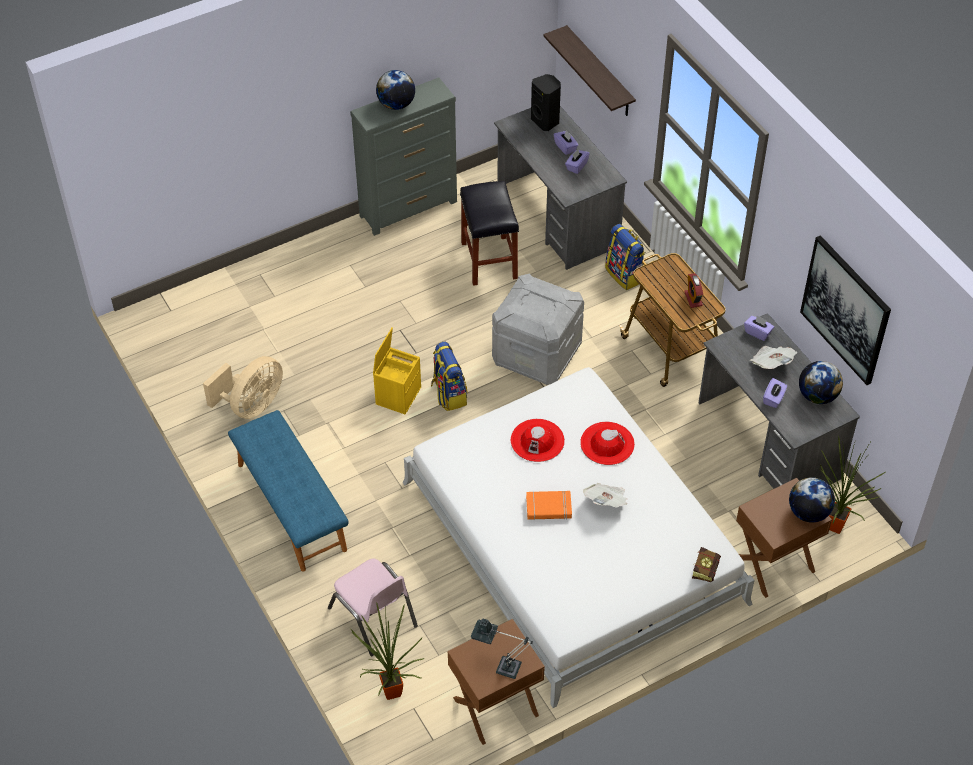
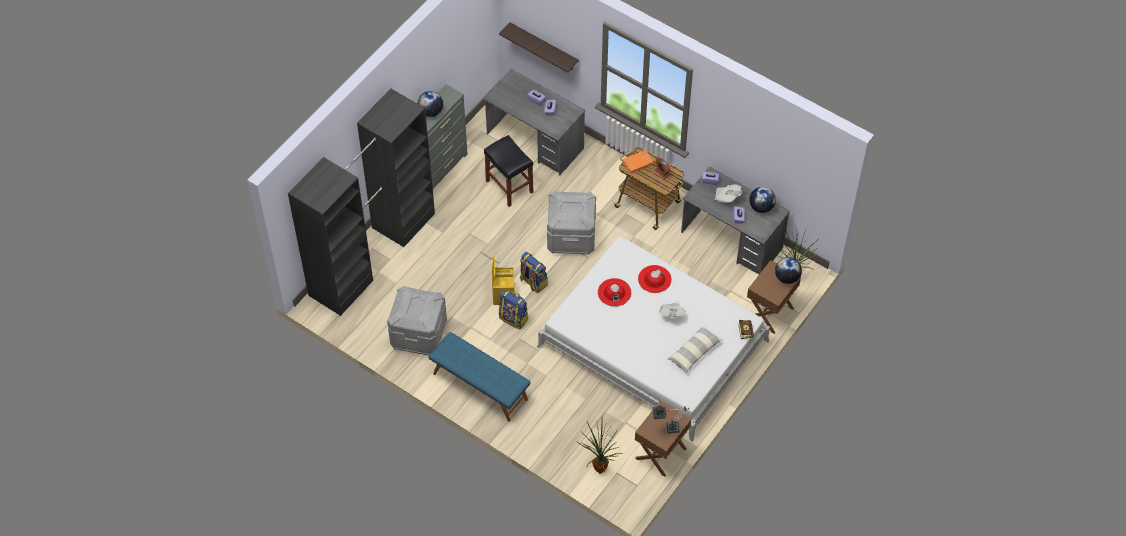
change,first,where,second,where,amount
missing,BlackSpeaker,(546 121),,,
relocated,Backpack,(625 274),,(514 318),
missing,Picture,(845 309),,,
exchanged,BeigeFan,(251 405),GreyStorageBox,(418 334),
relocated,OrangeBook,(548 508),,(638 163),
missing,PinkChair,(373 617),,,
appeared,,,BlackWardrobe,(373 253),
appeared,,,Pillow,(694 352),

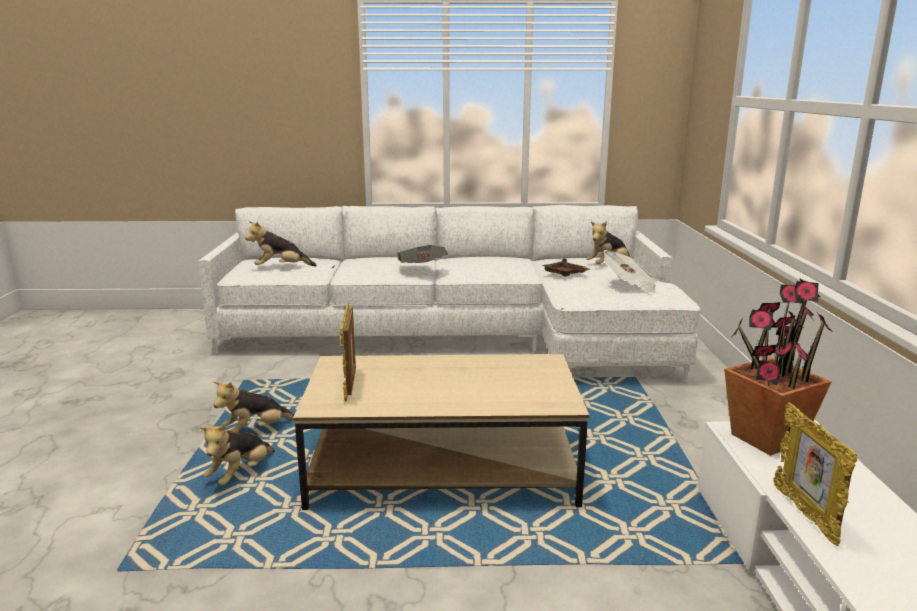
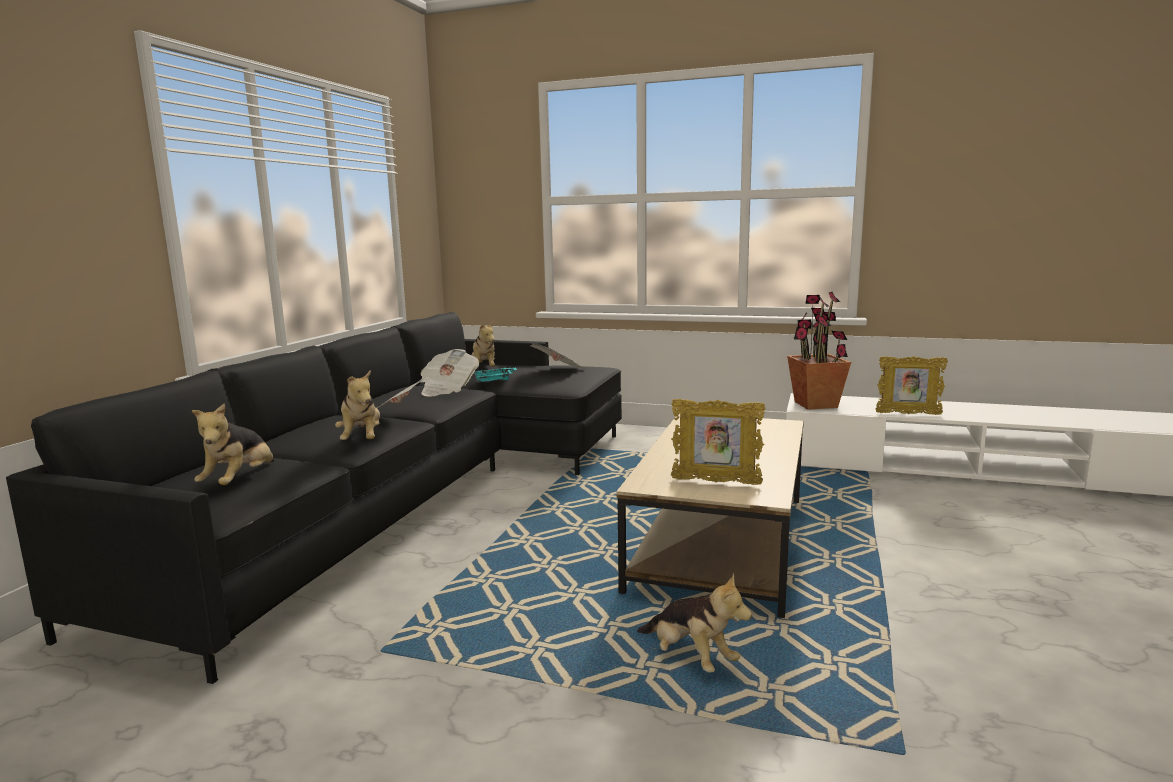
change,first,where,second,where,amount
colour,WhiteSofa,(461 337),BlackSofa,(413 495),
colour,BrownTray,(565 274),TurquoiseTray,(495 380),
relocated,PlushToy,(256 431),,(362 440),
appeared,,,Newspaper,(447 389),

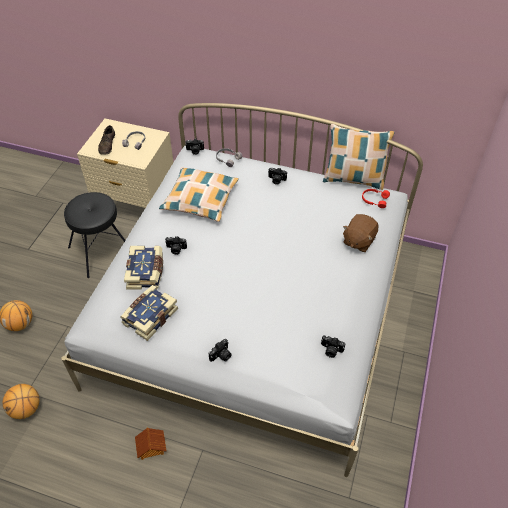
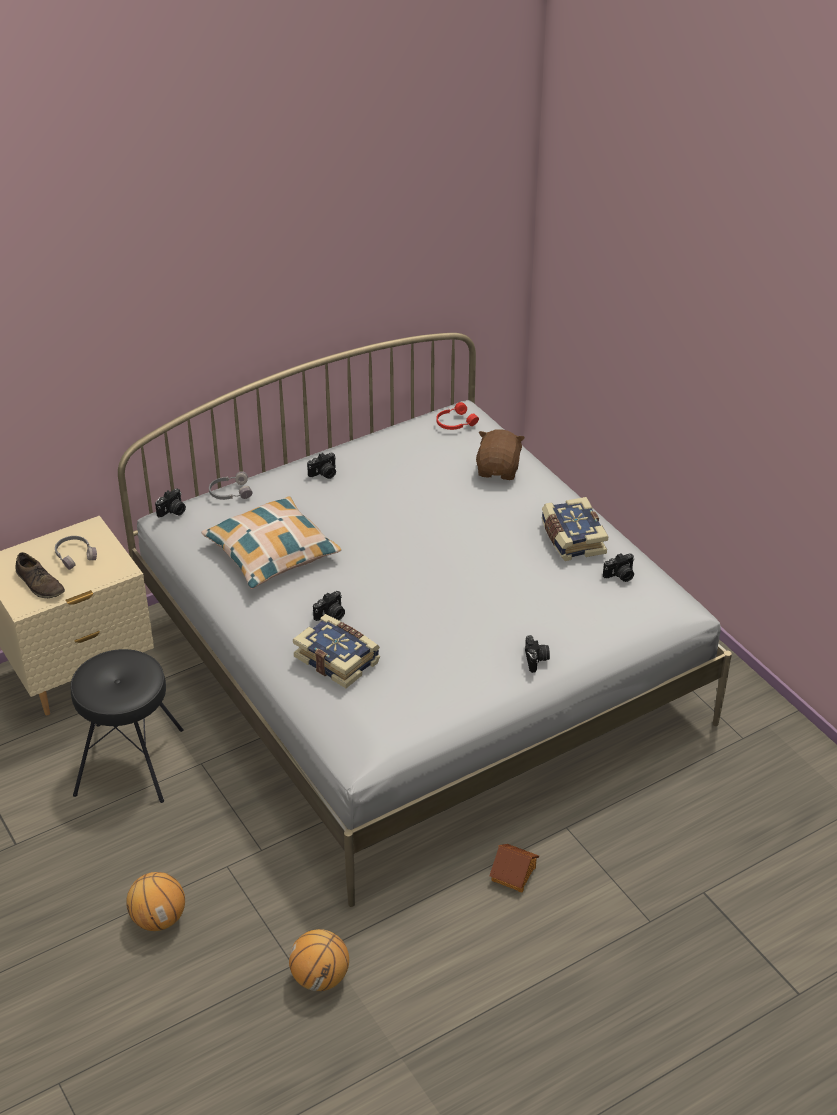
change,first,where,second,where,amount
missing,Pillow,(353 179),,,
spun,BrownPlushToy,(358 240),,(498 470),150 degrees counterclockwise
relocated,Book,(149 316),,(571 539),

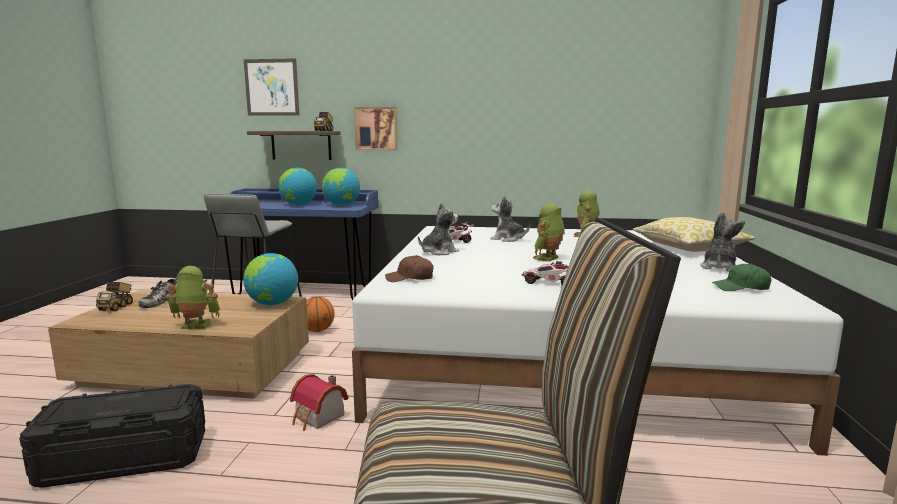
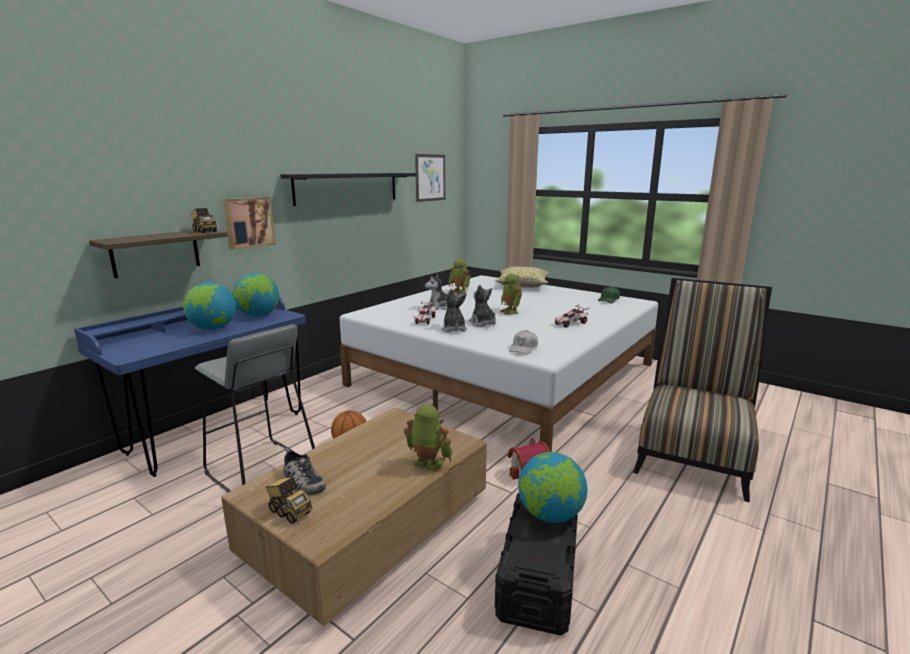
change,first,where,second,where,amount
relocated,Picture,(272 87),,(430 177),
relocated,PlushToy,(718 268),,(482 323),
relocated,Globe,(272 304),,(550 515),
colour,BrownCap,(410 278),WhiteCap,(523 348),
spun,ToyRobot,(195 326),,(427 465),90 degrees clockwise
appeared,,,BlackShelf,(348 187),

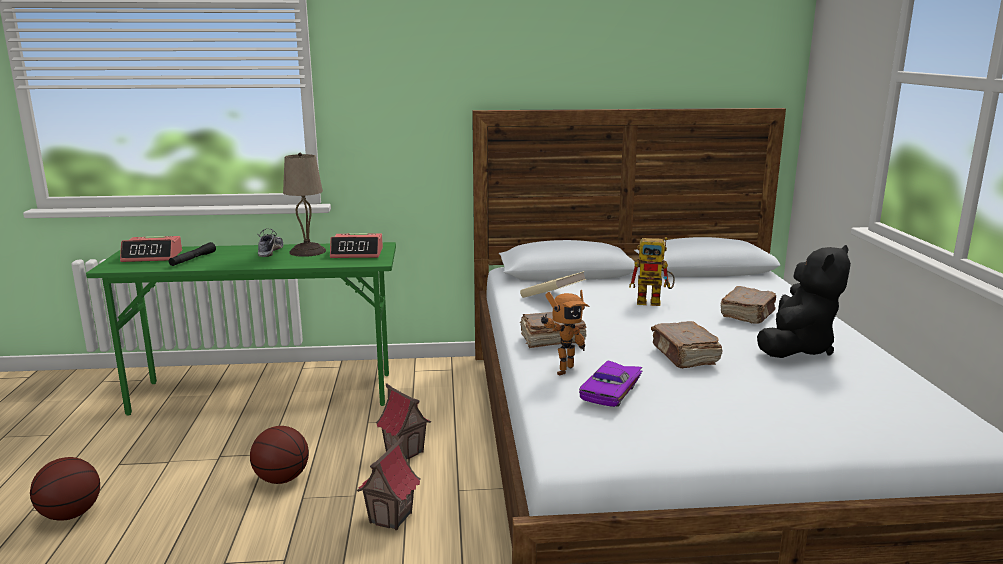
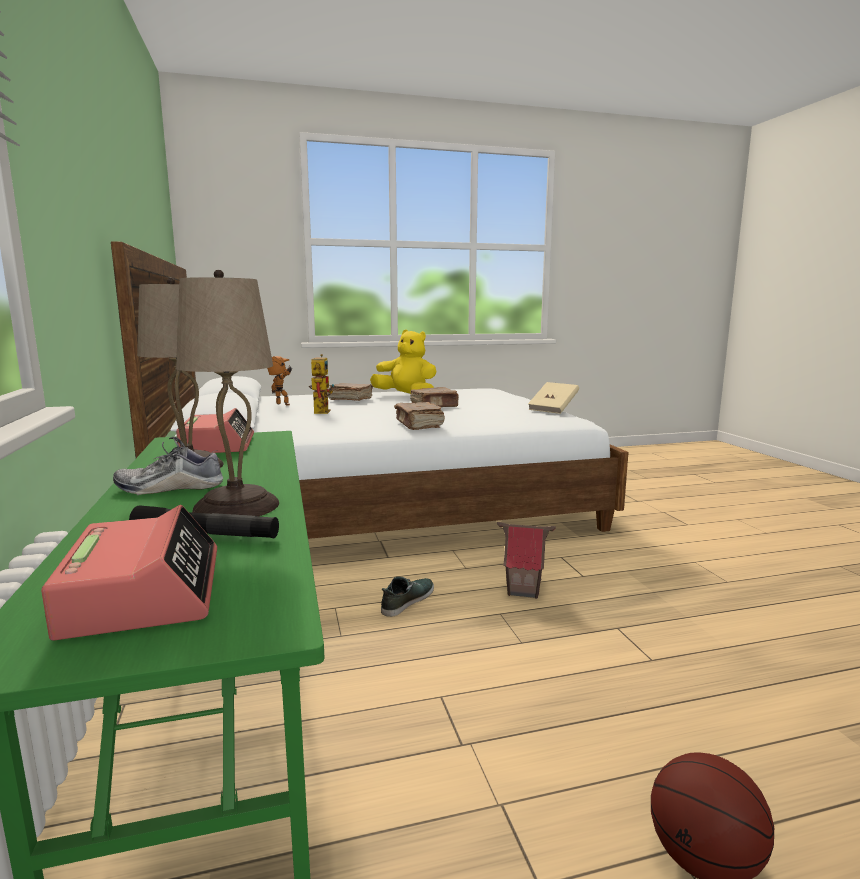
change,first,where,second,where,amount
colour,BlackPlushToy,(796 348),YellowPlushToy,(406 396),
relocated,BeigeBook,(552 298),,(553 409),
relocated,ToyRobot,(562 369),,(281 405),
missing,PurpleToyCar,(613 391),,,
exchanged,ToyHouse,(405 451),Shoe,(407 600),
missing,Basketball,(282 479),,,
appeared,,,BeigeTableLamp,(235 506),

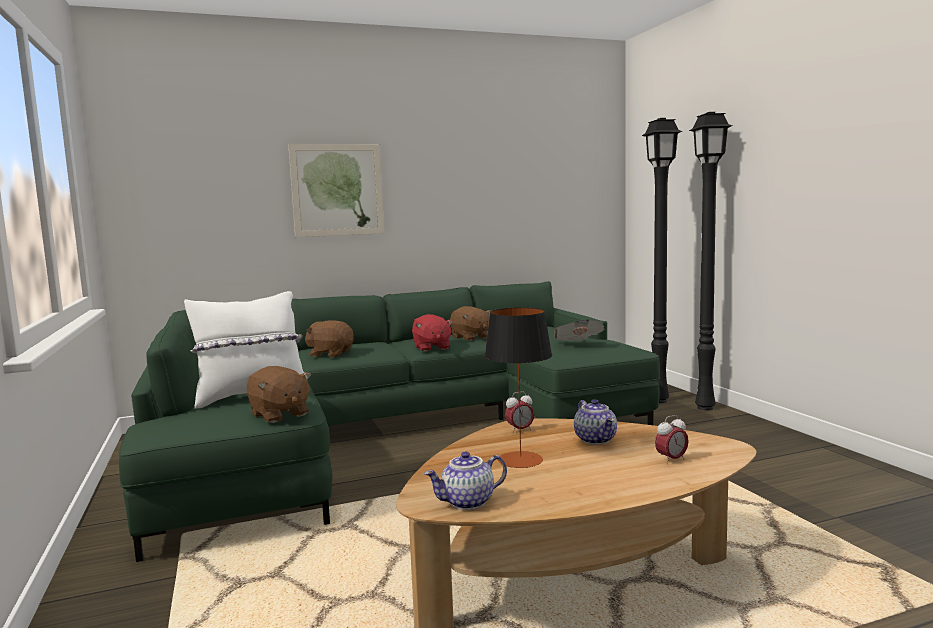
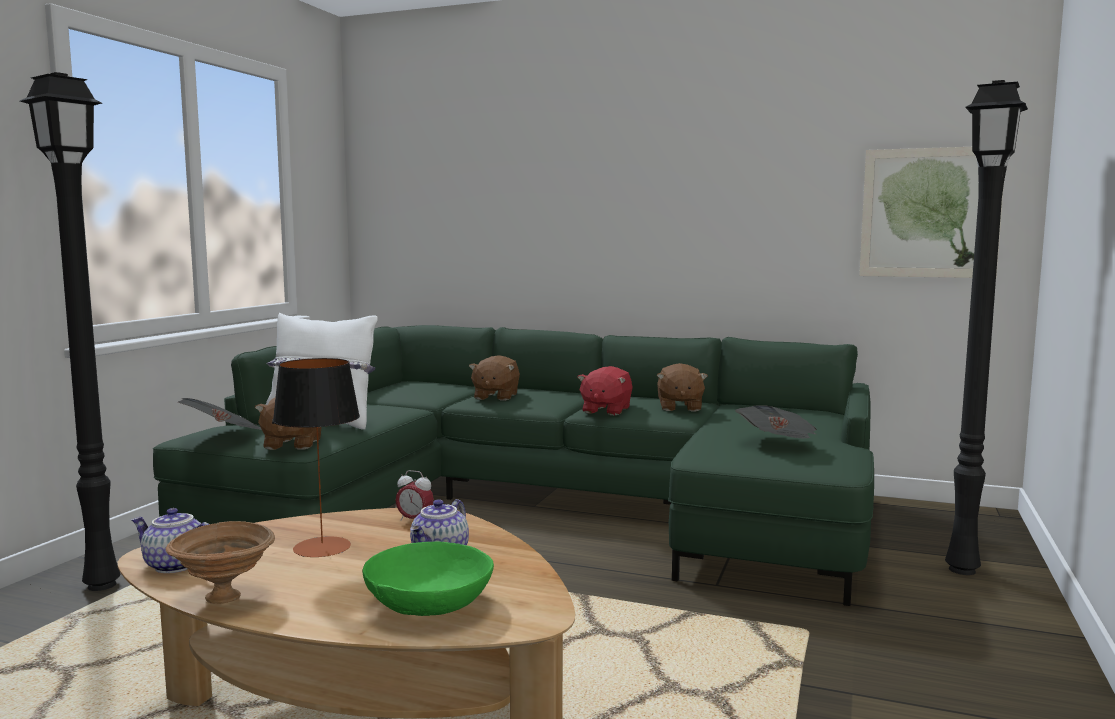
change,first,where,second,where,amount
relocated,BlackFloorLamp,(706 408),,(101 586),
relocated,Picture,(337 190),,(930 213),
spun,BrownPlushToy,(330 354),,(495 396),135 degrees counterclockwise
exchanged,AlarmClock,(671 460),GreenBowl,(430 604),
appeared,,,Newspaper,(225 436),
appeared,,,BrownBowl,(226 597),

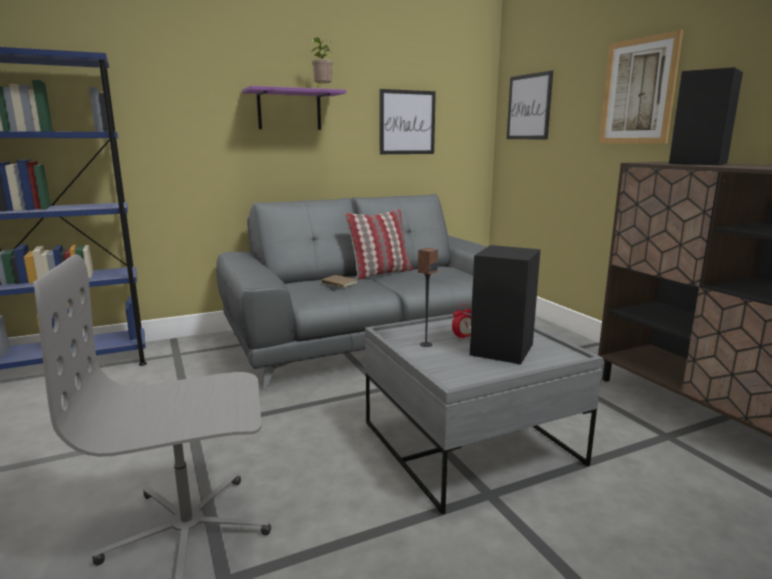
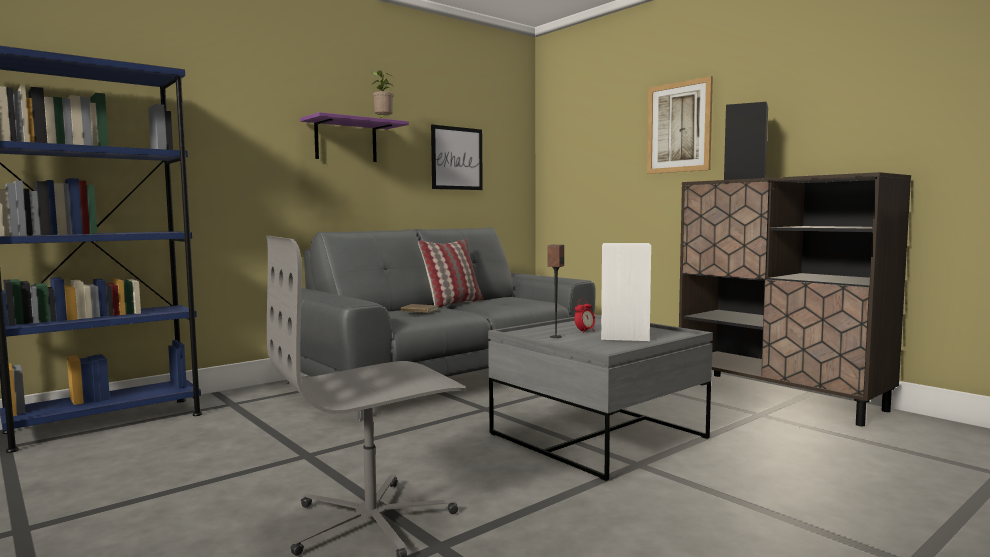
change,first,where,second,where,amount
missing,Picture,(529 107),,,
colour,BlackSpeaker,(502 349),WhiteSpeaker,(625 335),

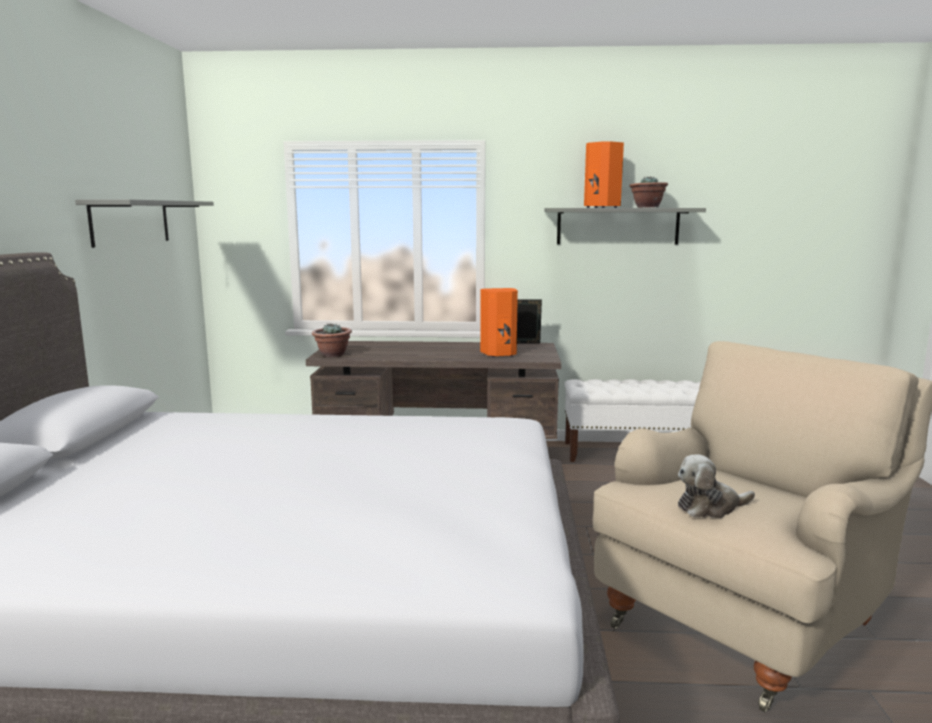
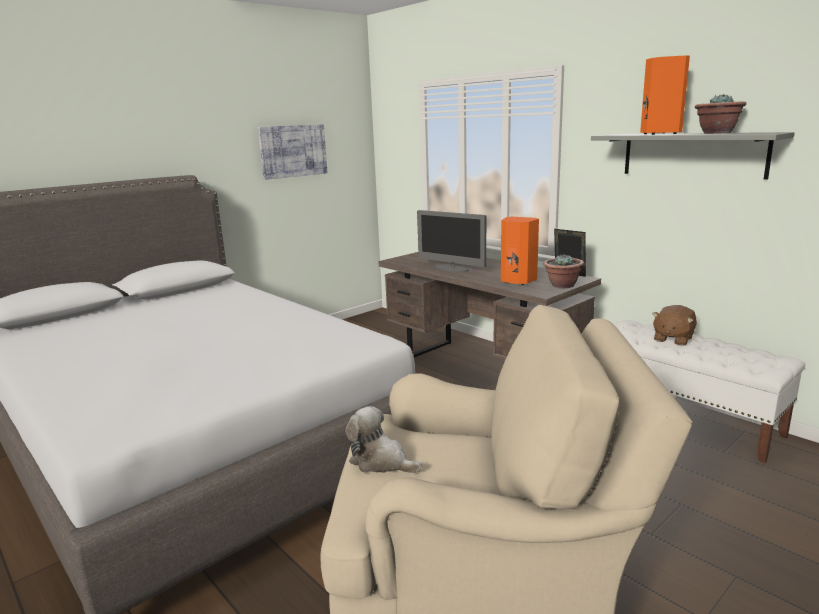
change,first,where,second,where,amount
exchanged,GreyShelf,(131 222),Picture,(293 151),
relocated,PottedPlant,(332 355),,(562 285),
appeared,,,Monitor,(451 269),
appeared,,,BrownPlushToy,(672 339),

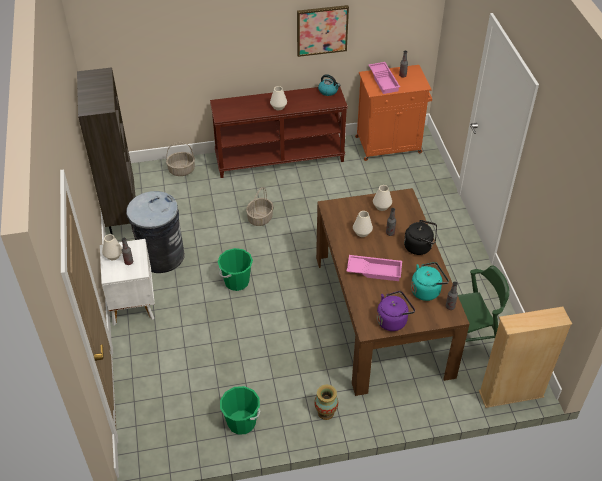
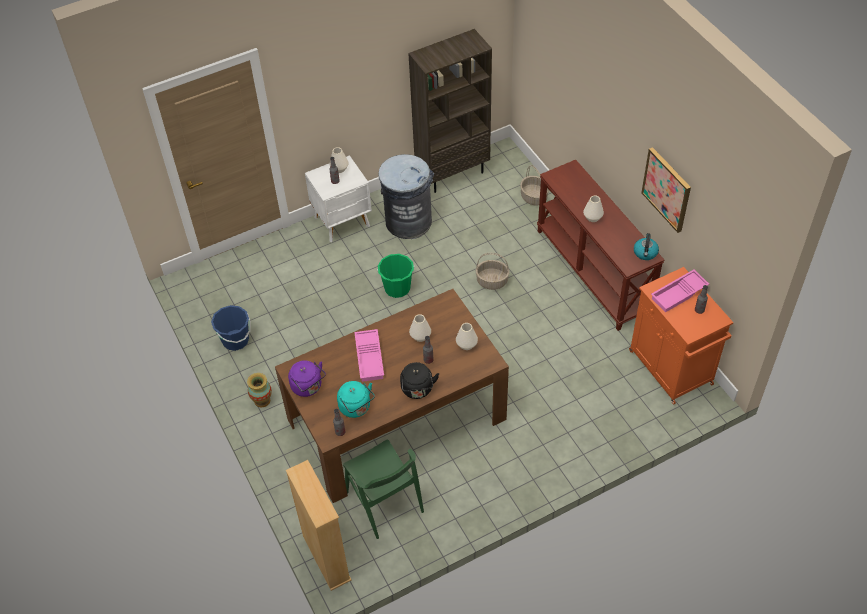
change,first,where,second,where,amount
colour,GreenBucket,(241 422),BlueBucket,(235 340),

